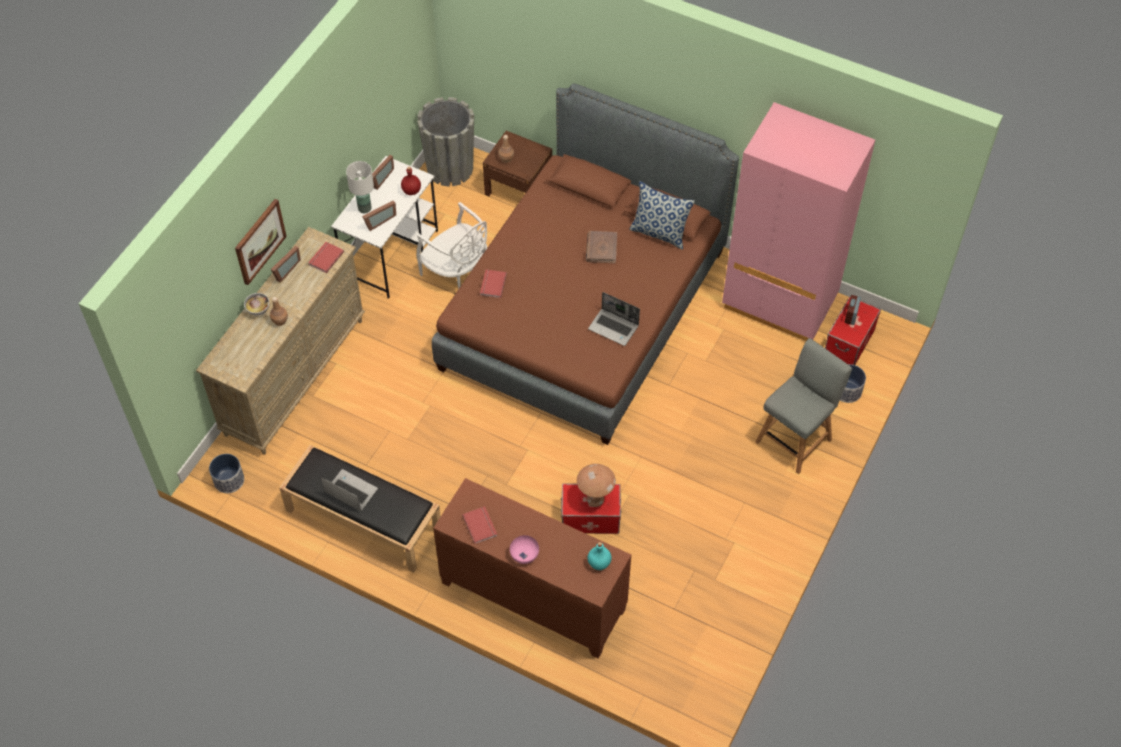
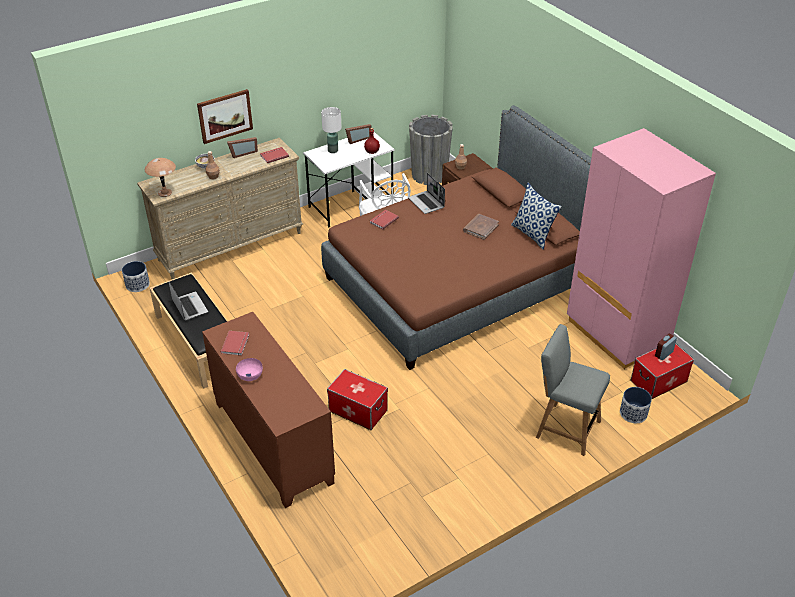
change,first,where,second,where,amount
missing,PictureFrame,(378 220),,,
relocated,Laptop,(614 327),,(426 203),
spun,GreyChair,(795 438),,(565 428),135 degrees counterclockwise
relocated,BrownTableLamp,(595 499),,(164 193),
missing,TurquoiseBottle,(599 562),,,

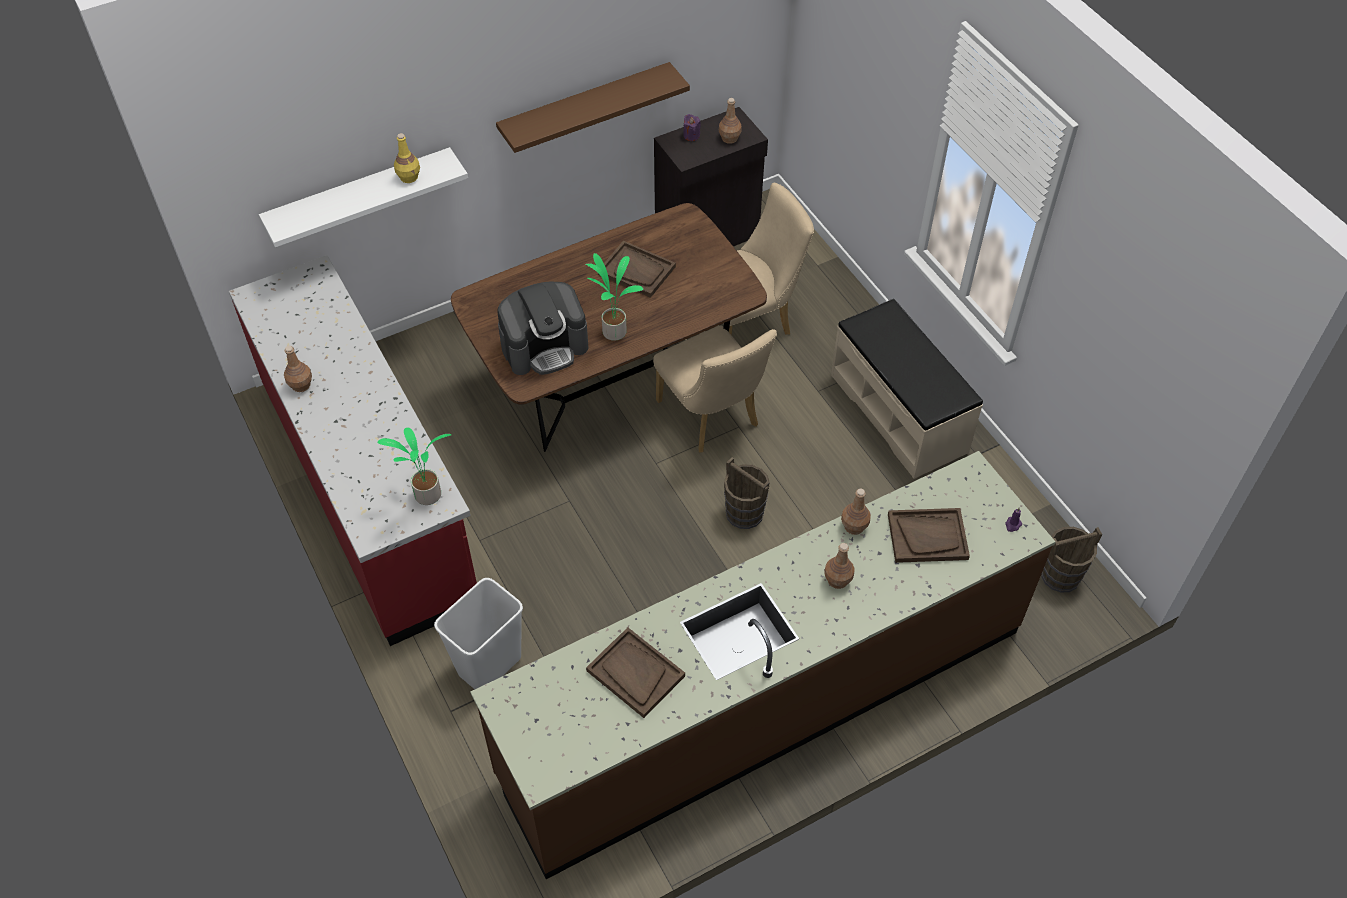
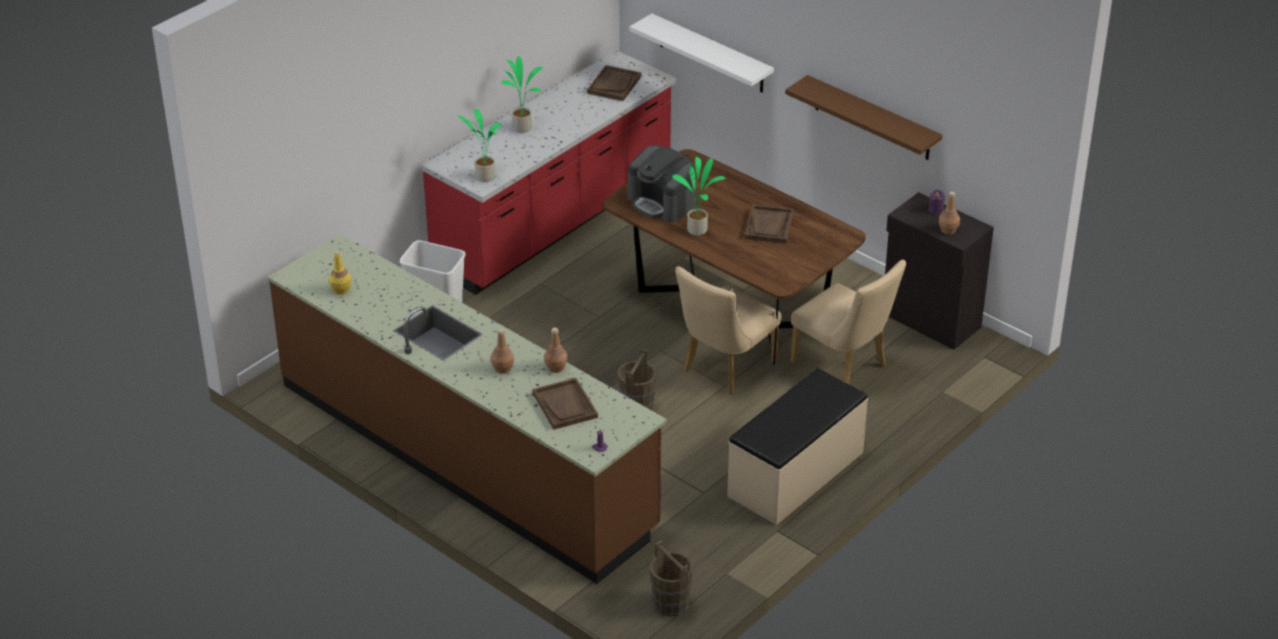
change,first,where,second,where,amount
relocated,YellowBottle,(409 177),,(341 290),
missing,BrownBottle,(301 385),,,
relocated,BrownTray,(635 673),,(614 85),
appeared,,,PottedPlant,(522 127),

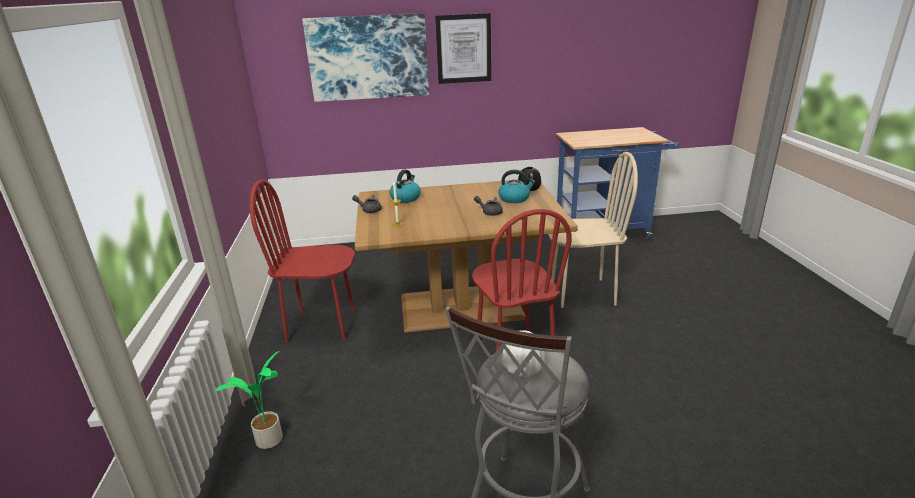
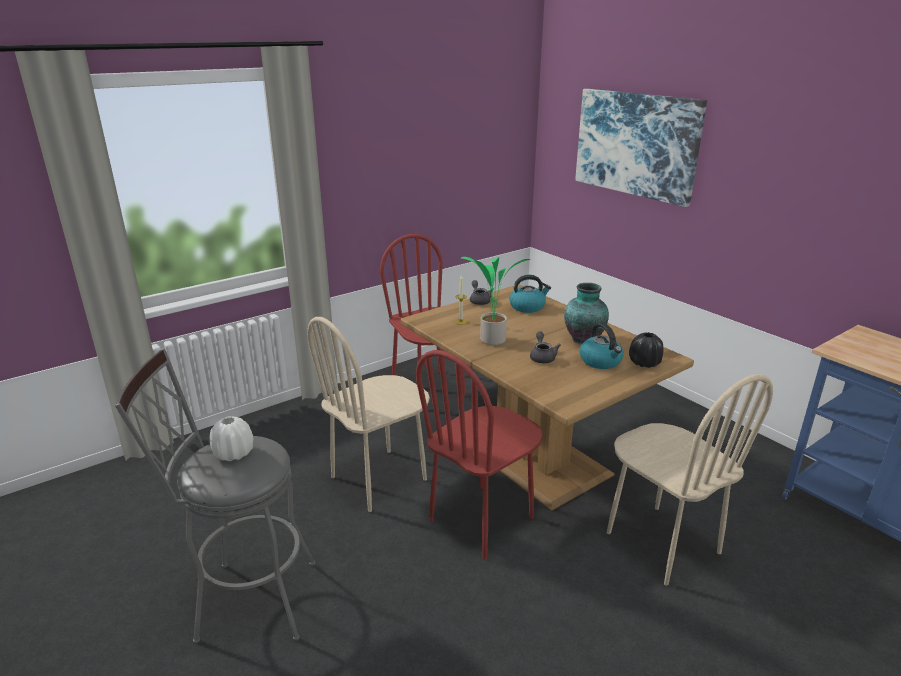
change,first,where,second,where,amount
missing,Picture,(463 49),,,
relocated,PottedPlant,(269 441),,(491 340),
appeared,,,Vase,(583 339),
appeared,,,BeigeChair,(379 478),

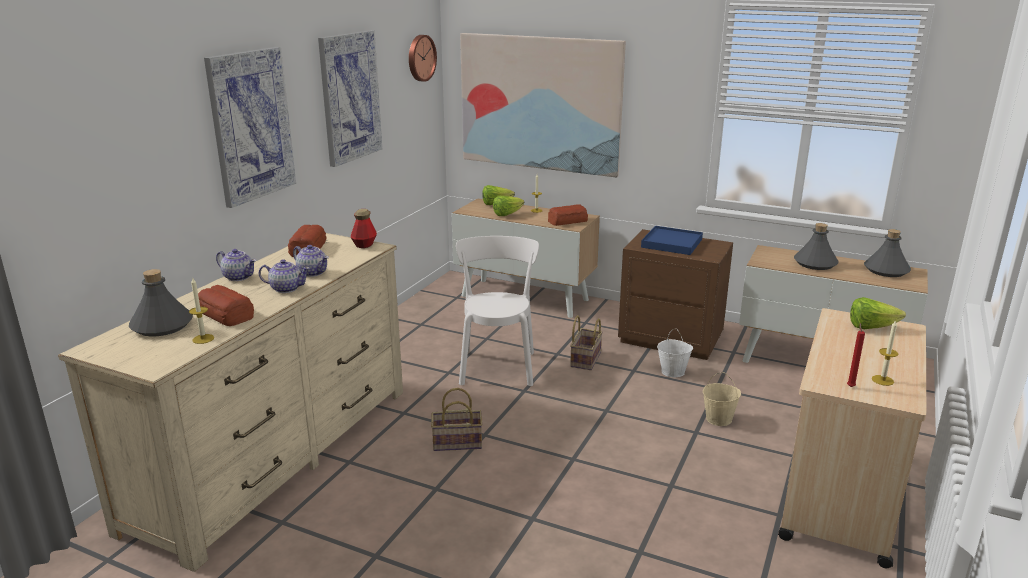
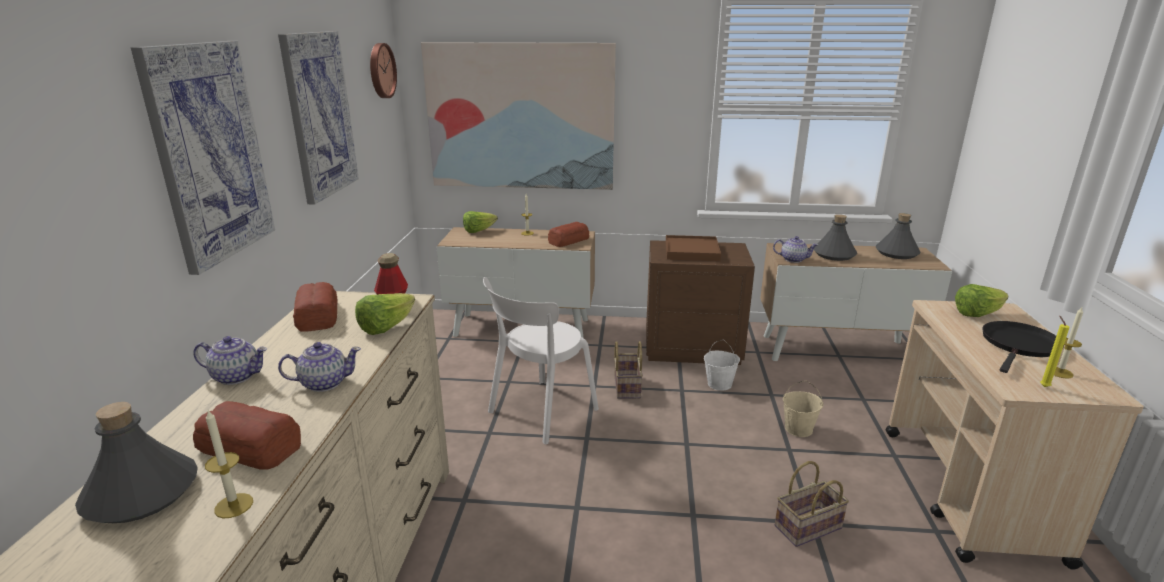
change,first,where,second,where,amount
relocated,Lettuce,(507 214),,(386 327),
colour,BlueTray,(671 243),BrownTray,(691 251),
spun,WhiteChair,(497 365),,(539 412),120 degrees counterclockwise
relocated,Teapot,(313 272),,(793 259),
colour,RedCandle,(850 386),YellowCandle,(1043 386),
relocated,Basket,(456 443),,(807 528),
appeared,,,BlackFryingPan,(1019 345),

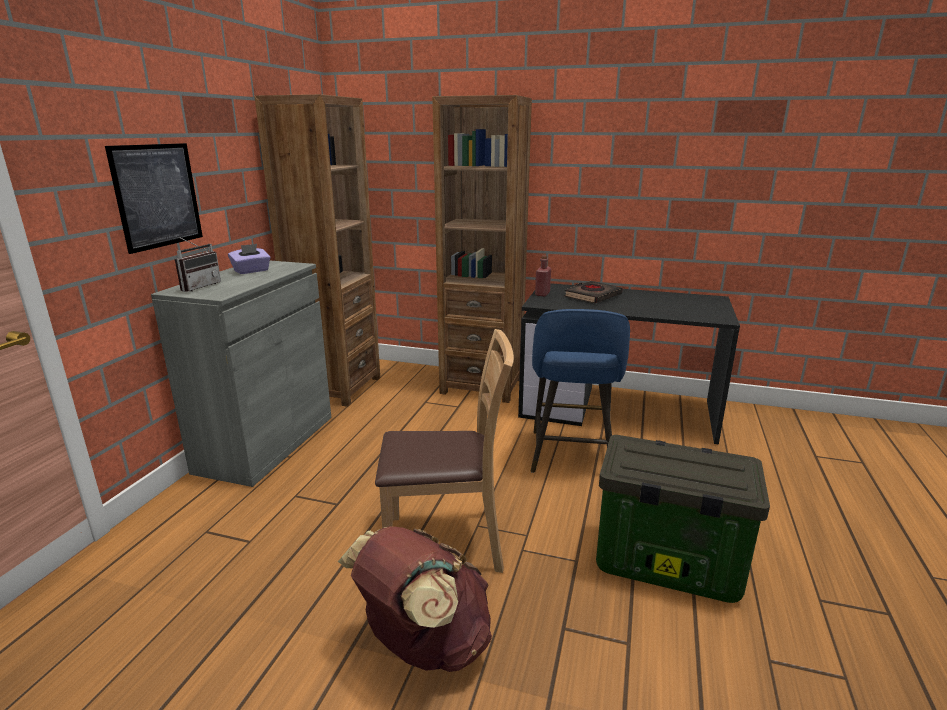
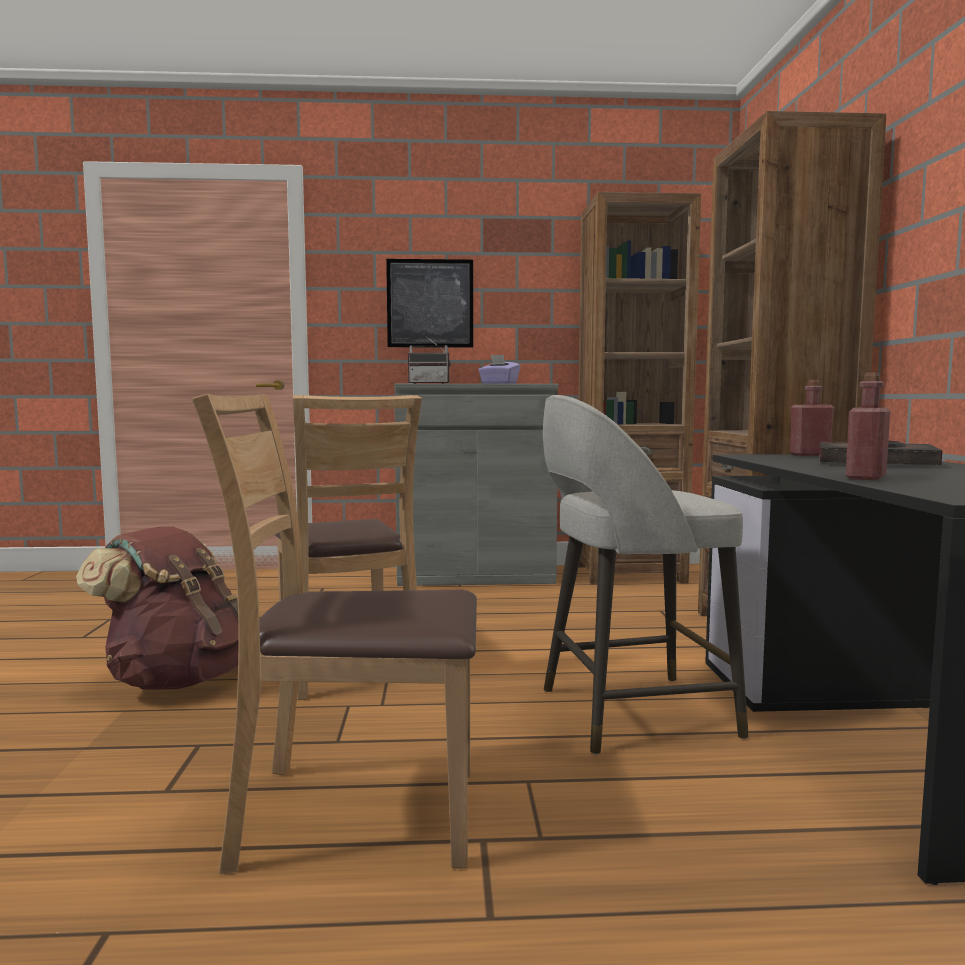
change,first,where,second,where,amount
colour,BlueStool,(571 455),GreyStool,(631 713),
exchanged,StorageBox,(665 564),BrownChair,(355 815),
appeared,,,RedBottle,(865 478),

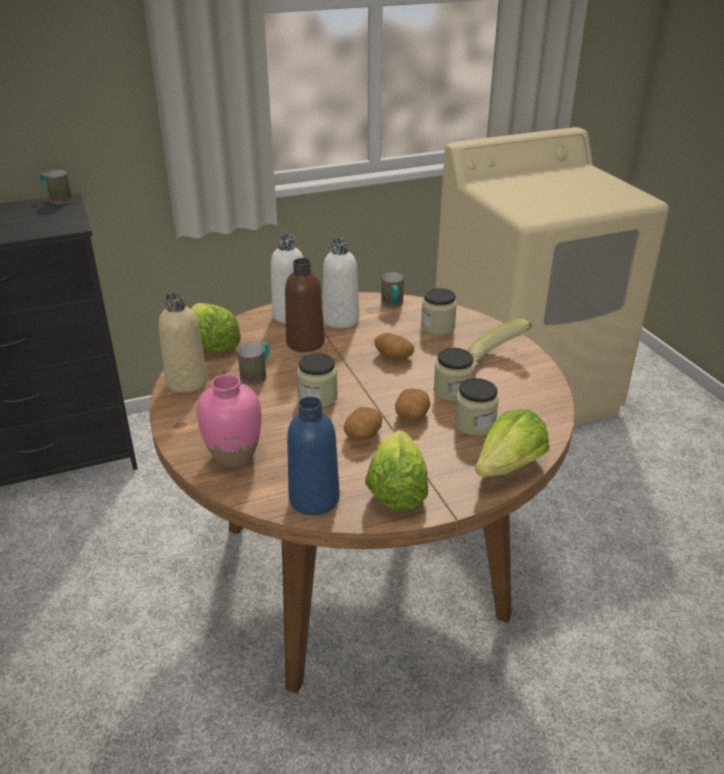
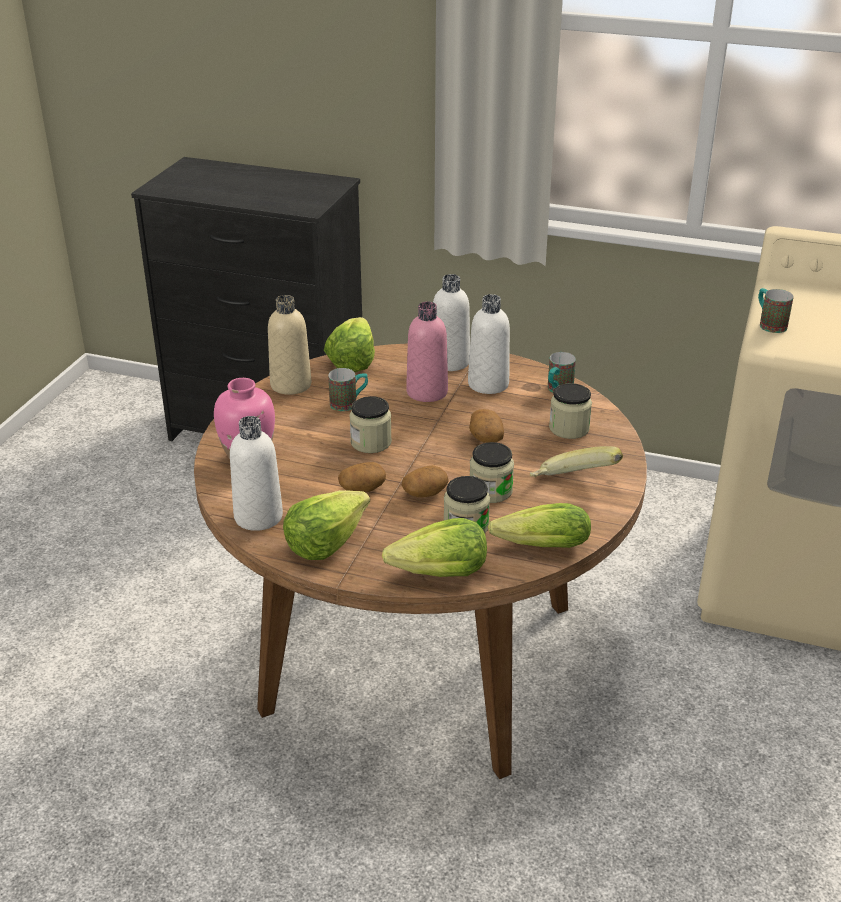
change,first,where,second,where,amount
relocated,Mug,(57 199),,(769 324),
colour,BrownBottle,(305 343),PinkBottle,(427 392),
colour,BlueBottle,(314 499),WhiteBottle,(258 517),
appeared,,,Lettuce,(537 546),

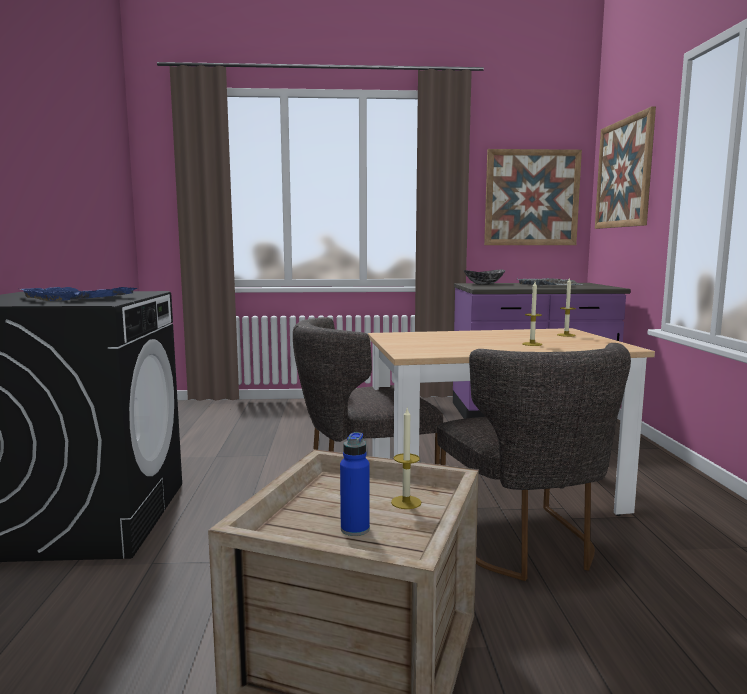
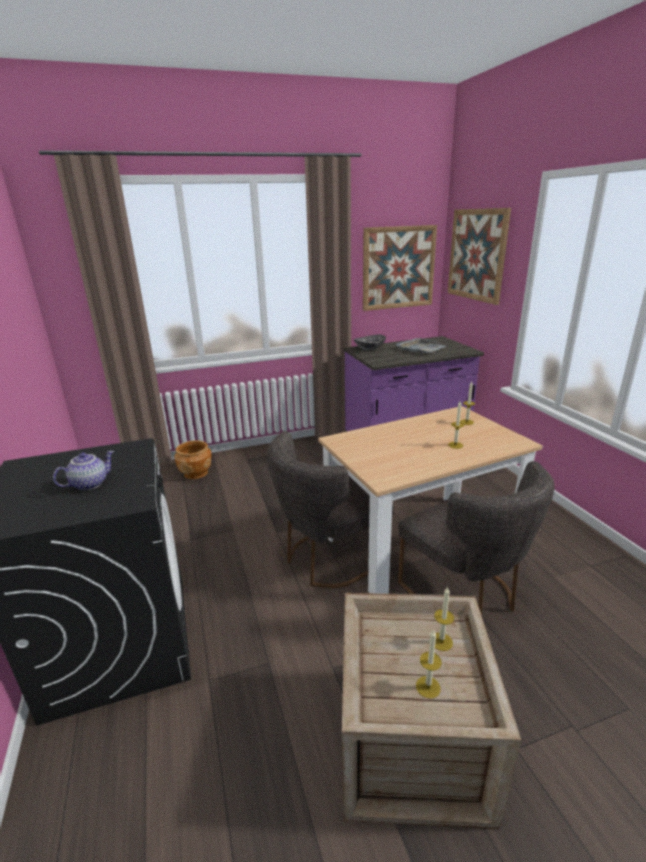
change,first,where,second,where,amount
exchanged,BlueTray,(76 298),Teapot,(89 484),
exchanged,BlueBottle,(355 529),Candle,(428 687),
appeared,,,BrownPlanter,(196 473),

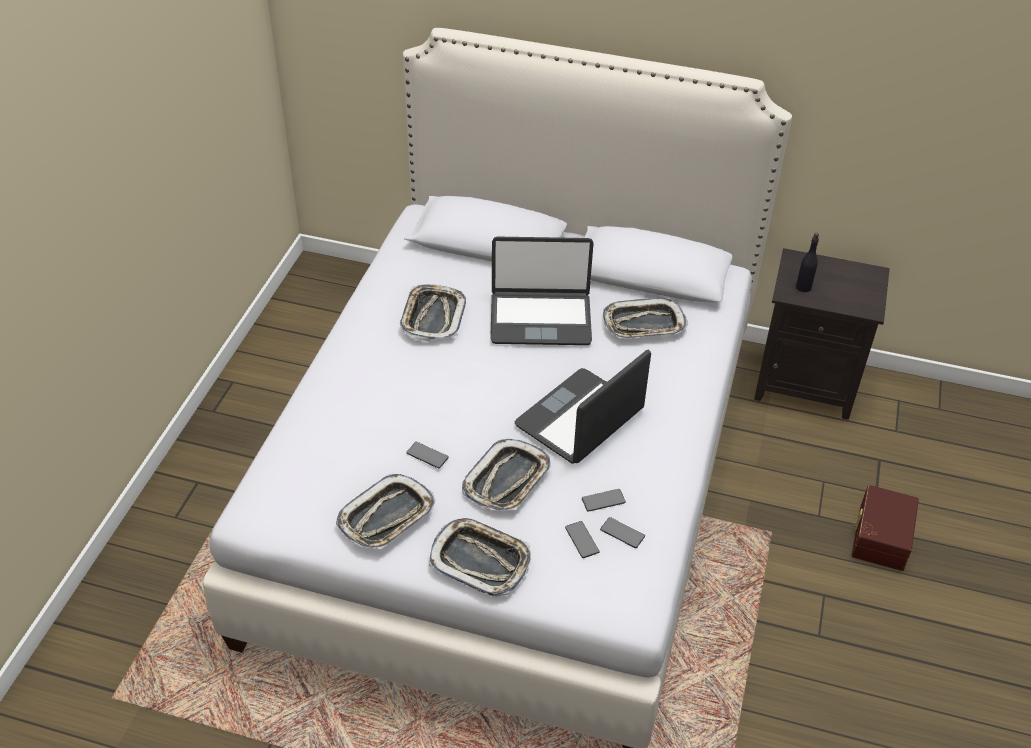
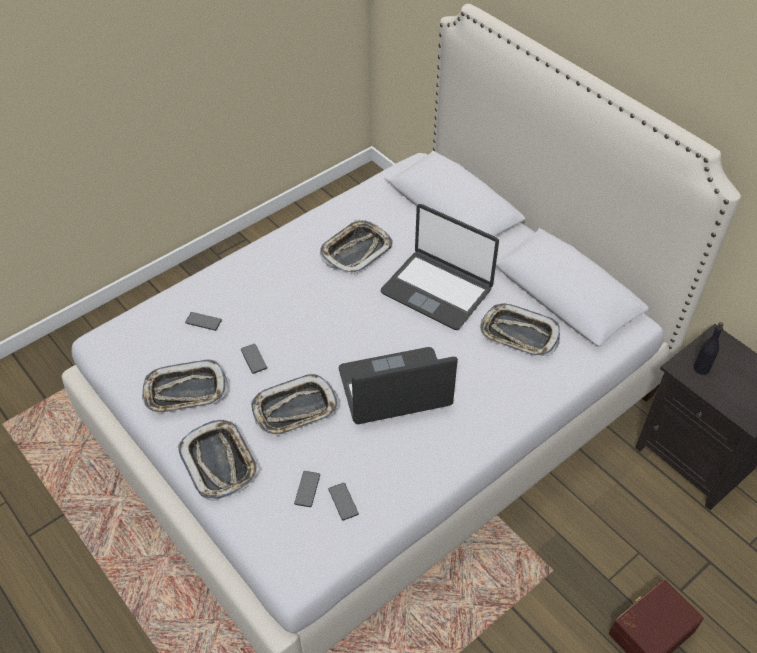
change,first,where,second,where,amount
relocated,Phone,(603 501),,(203 321),

